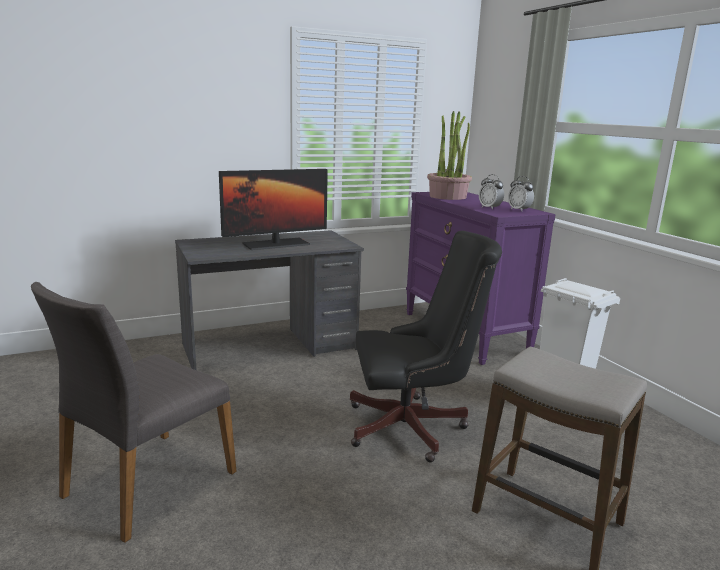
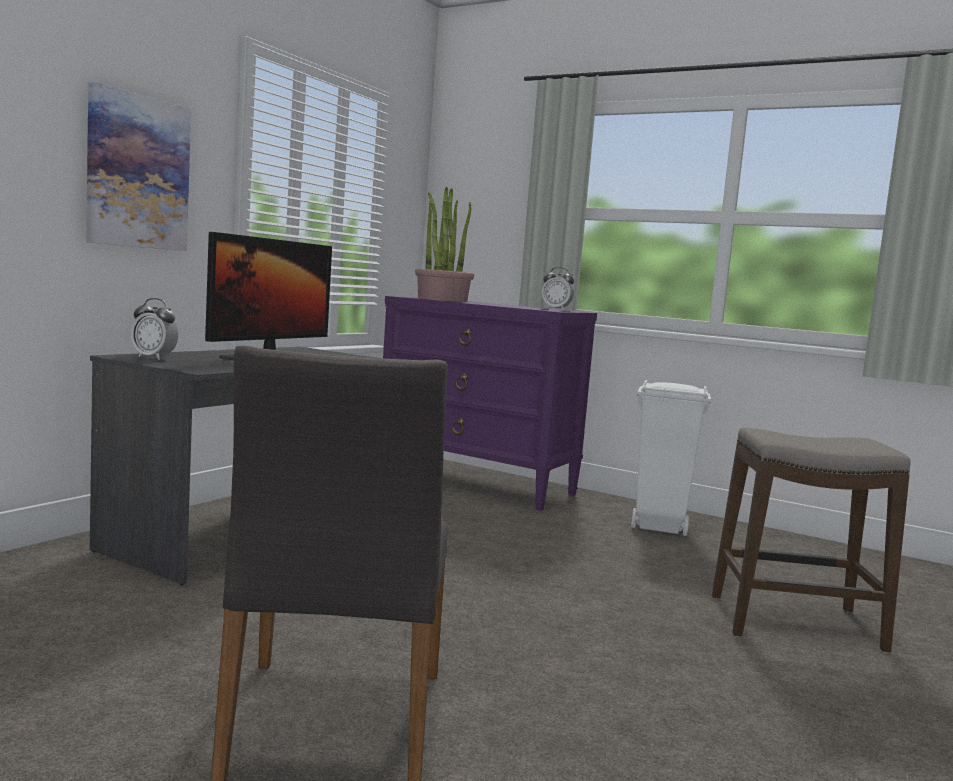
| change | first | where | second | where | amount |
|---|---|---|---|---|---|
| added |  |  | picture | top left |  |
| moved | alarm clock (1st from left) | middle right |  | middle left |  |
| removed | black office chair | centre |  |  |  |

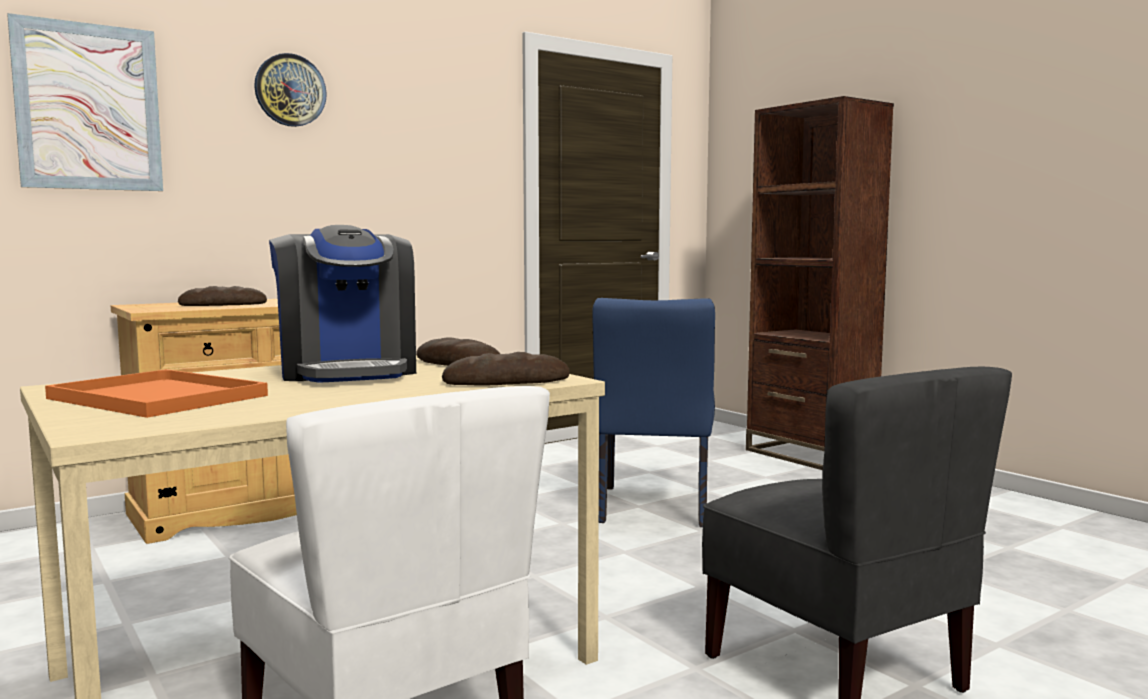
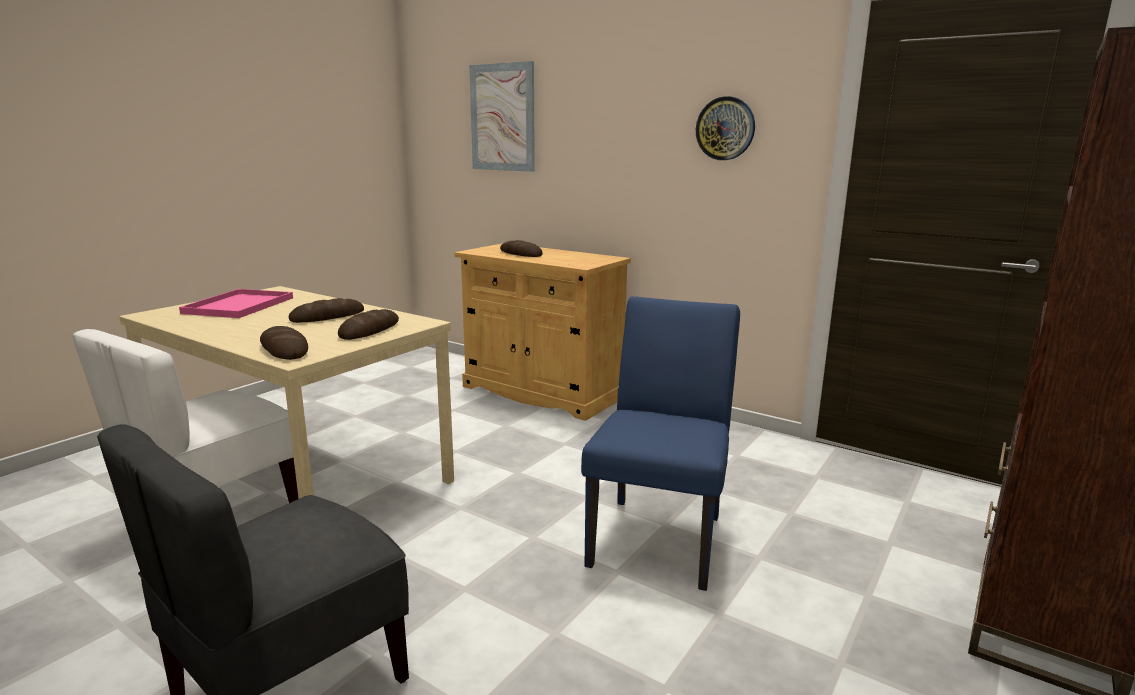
| change | first | where | second | where | amount |
|---|---|---|---|---|---|
| recoloured | orange tray | middle left | pink tray | middle left |  |
| replaced | coffee machine | middle left | bread (2nd from left) | middle left |  |
| turned | blue chair | centre |  | centre | 120 degrees clockwise |
| moved | wall clock | top left |  | top centre |  |

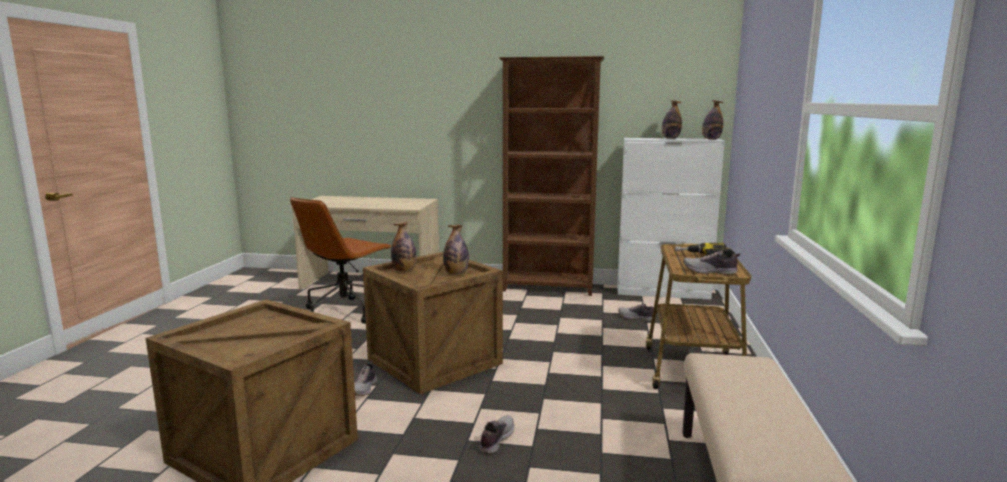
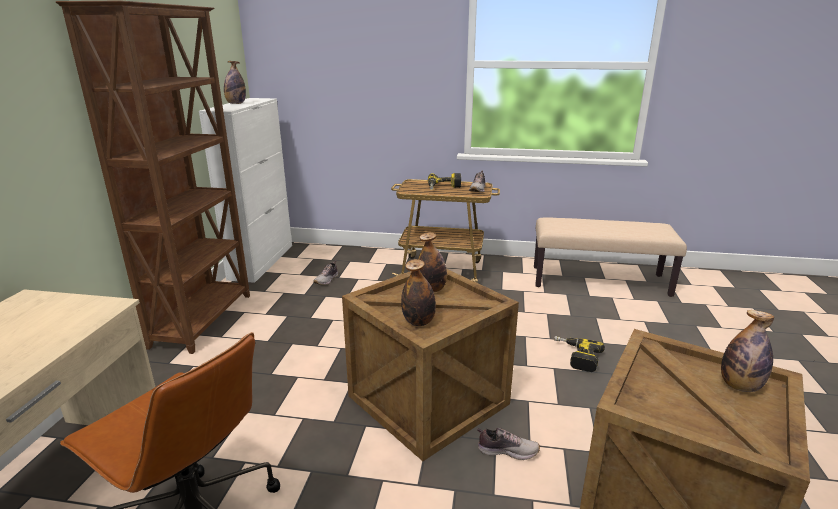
| change | first | where | second | where | amount |
|---|---|---|---|---|---|
| replaced | shoe (2nd from left) | bottom centre | power drill (2nd from left) | bottom right |  |
| moved | bottle (4th from left) | top right |  | bottom right |  |

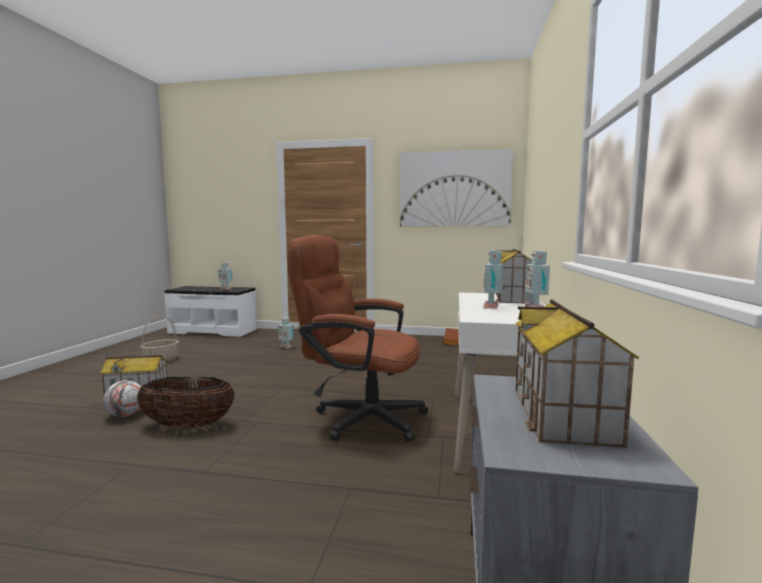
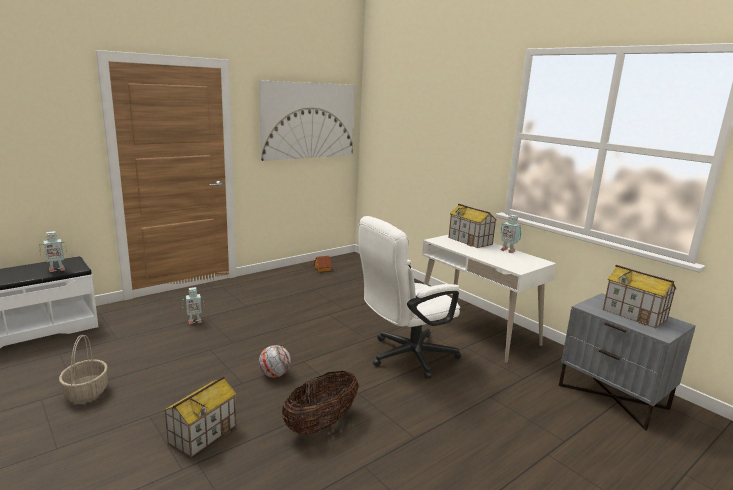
| change | first | where | second | where | amount |
|---|---|---|---|---|---|
| moved | football | bottom left |  | bottom centre |  |
| recoloured | brown office chair | centre | white office chair | centre |  |
| removed | toy robot (3rd from left) | centre |  |  |  |

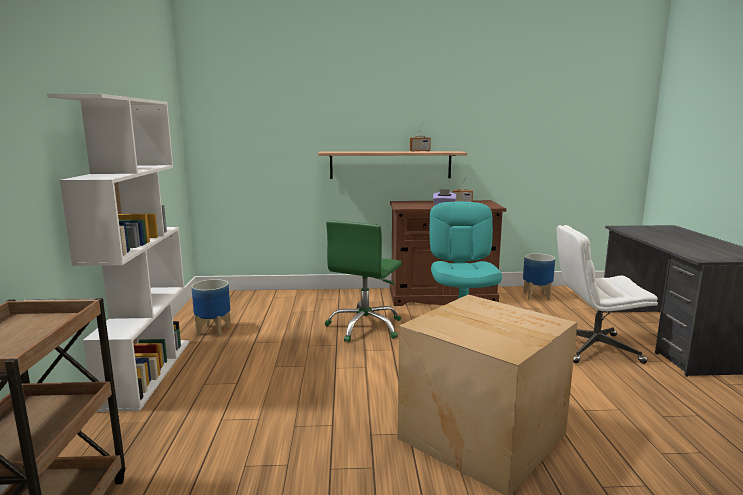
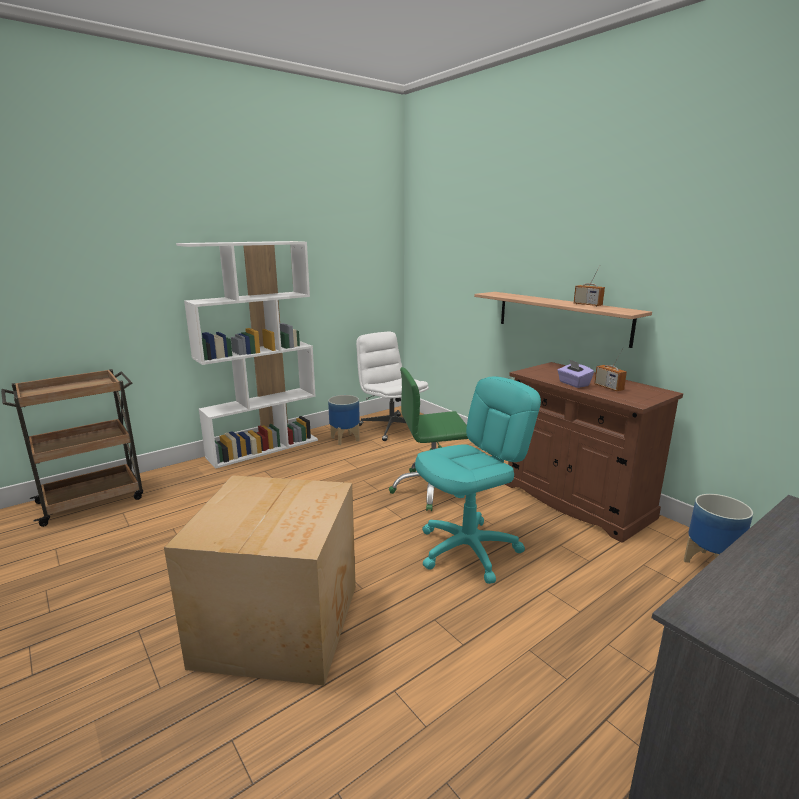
| change | first | where | second | where | amount |
|---|---|---|---|---|---|
| moved | white office chair | middle right |  | centre |  |

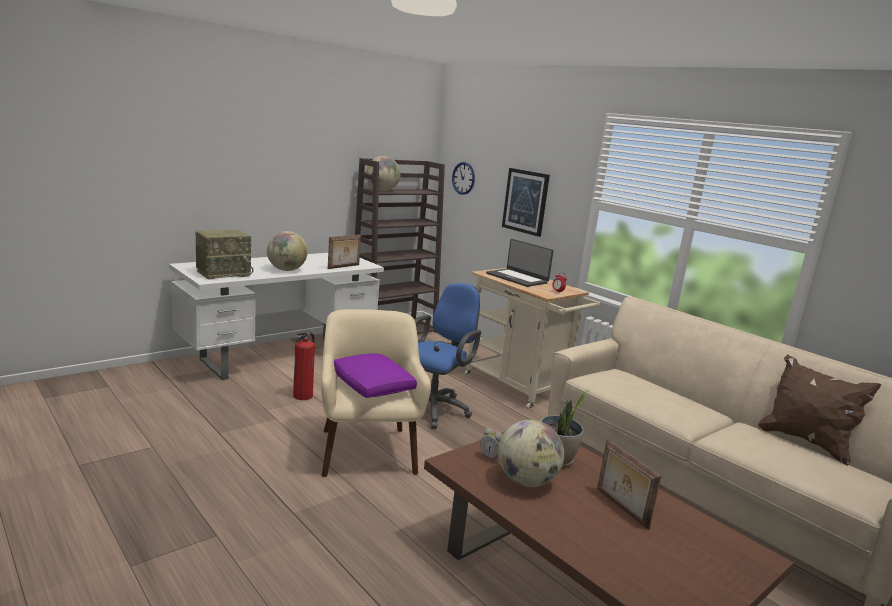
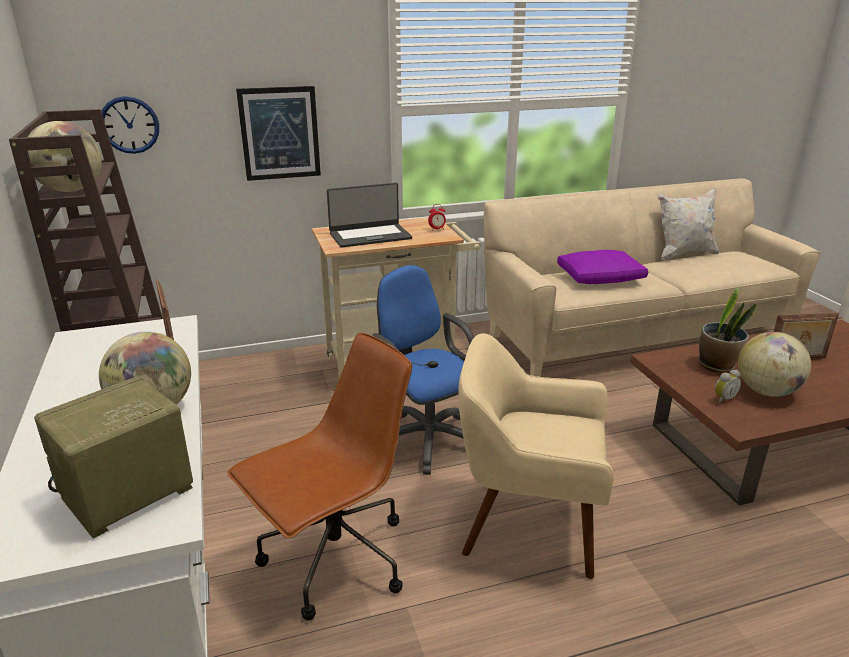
| change | first | where | second | where | amount |
|---|---|---|---|---|---|
| turned | radio | middle left |  | bottom left | 120 degrees counterclockwise |
| replaced | fire extinguisher | centre | brown office chair | bottom centre |  |
| moved | purple pillow | centre |  | middle right |  |
| recoloured | brown pillow | bottom right | white pillow | middle right |  |

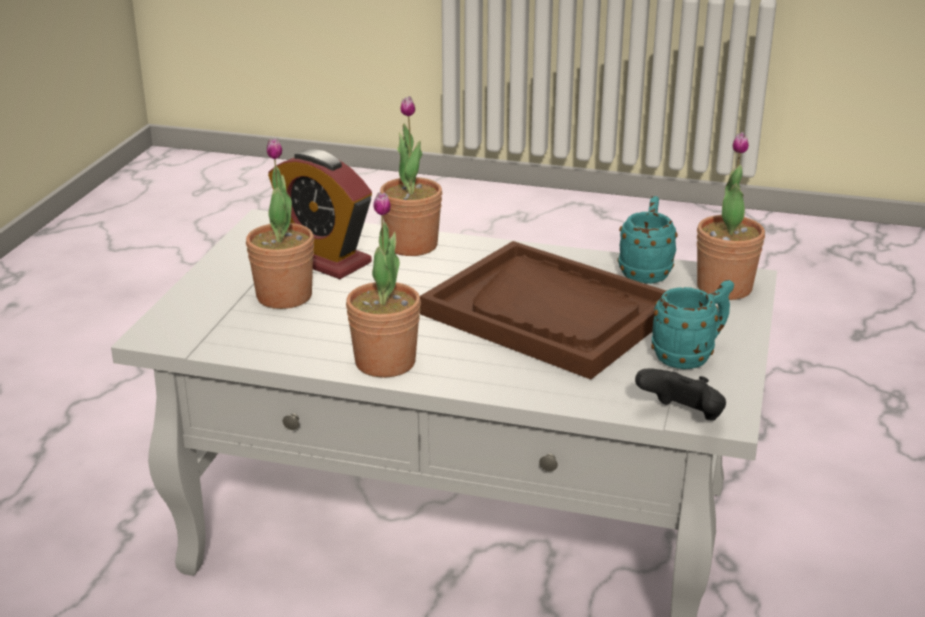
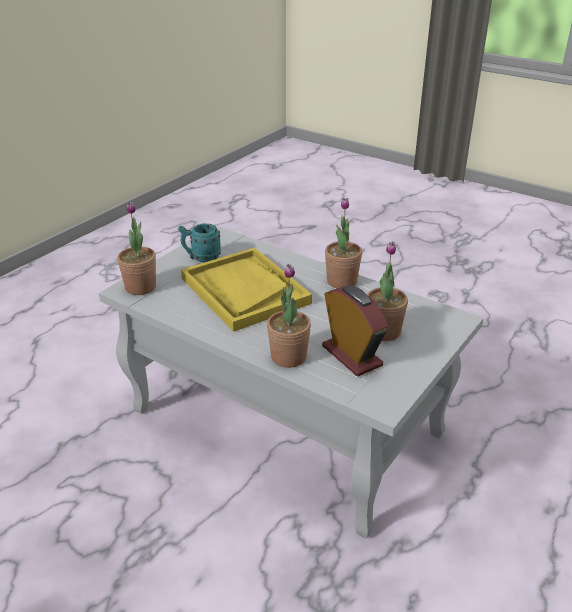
| change | first | where | second | where | amount |
|---|---|---|---|---|---|
| recoloured | brown tray | centre | yellow tray | centre |  |
| removed | turquoise mug (1st from left) | middle right |  |  |  |
| removed | black game controller | middle right |  |  |  |

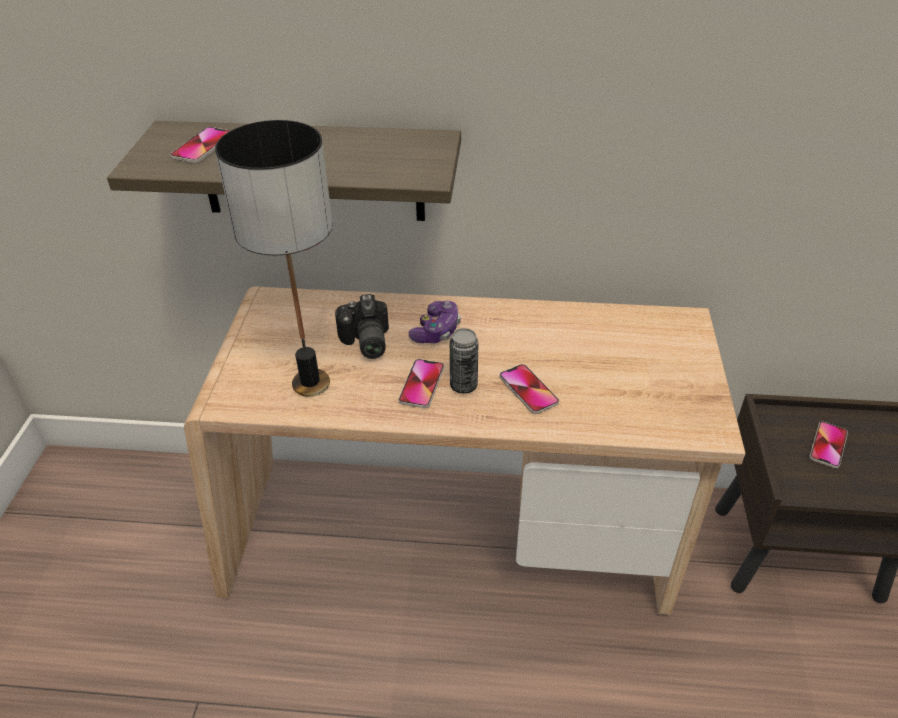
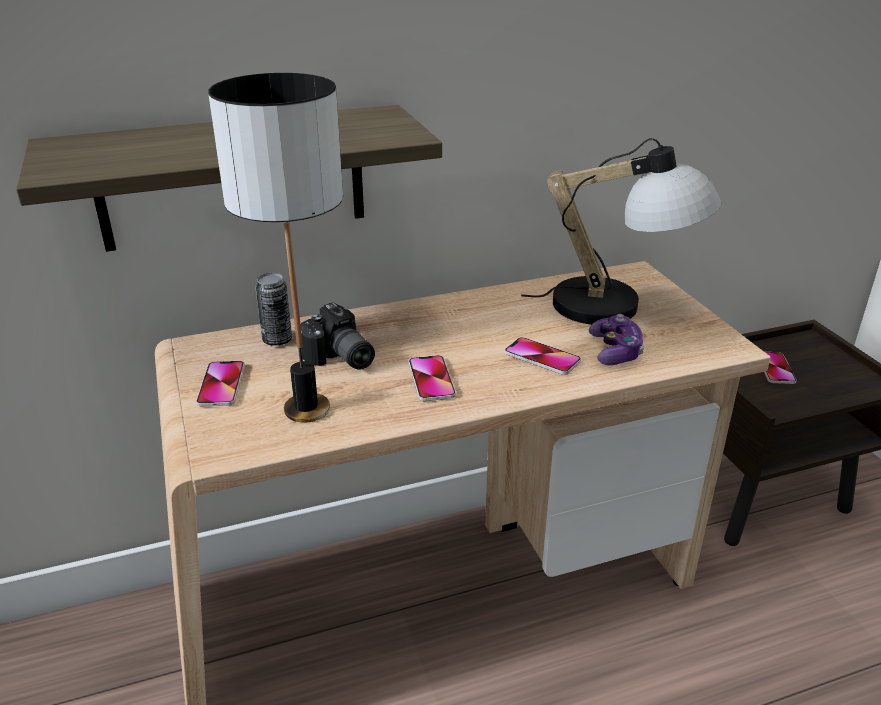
| change | first | where | second | where | amount |
|---|---|---|---|---|---|
| moved | phone (1st from left) | top left |  | middle left |  |
| moved | can | centre |  | middle left |  |
| added |  |  | table lamp (2nd from left) | top right |  |
| moved | game controller | centre |  | middle right |  |

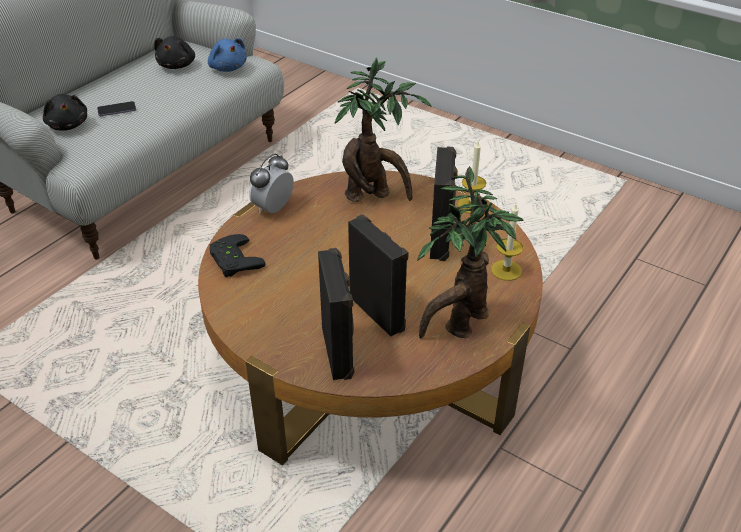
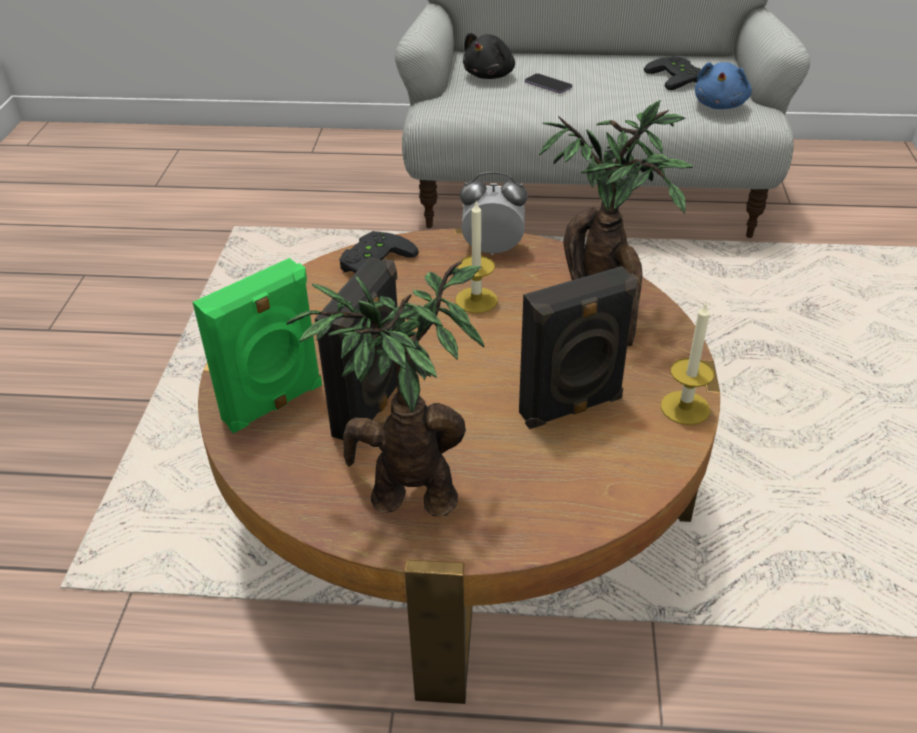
| change | first | where | second | where | amount |
|---|---|---|---|---|---|
| recoloured | black speaker (1st from left) | centre | green speaker | middle left |  |
| moved | candle (2nd from left in the first image) | middle right | candle (1st from left) | centre |  |
| replaced | black plush toy (2nd from left) | top left | black game controller (2nd from left) | top right |  |

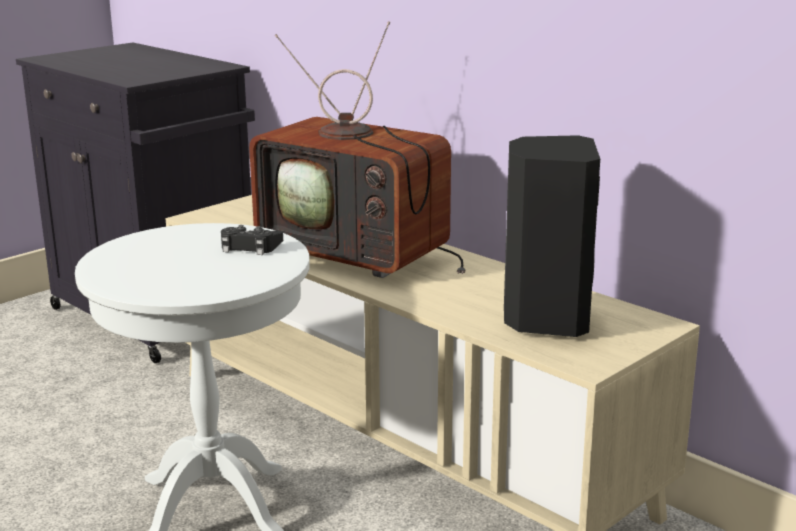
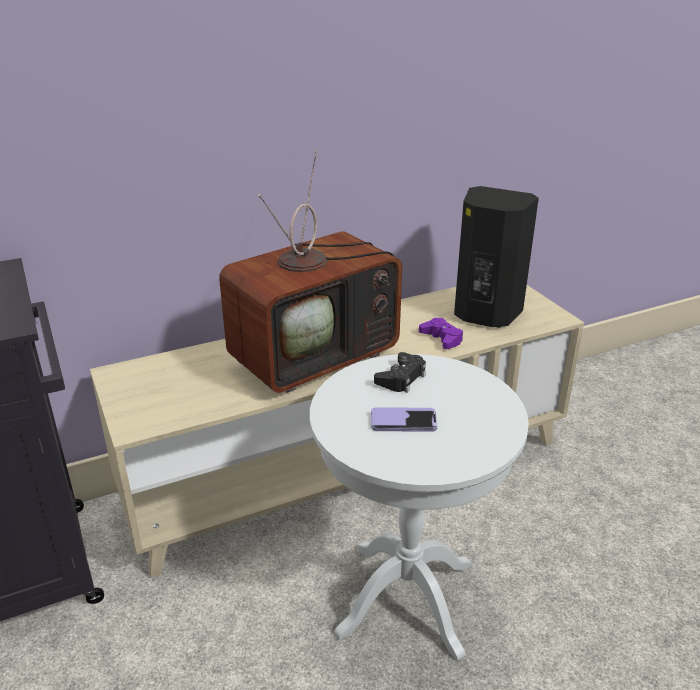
| change | first | where | second | where | amount |
|---|---|---|---|---|---|
| added |  |  | phone | centre |  |
| added |  |  | purple game controller | centre |  |

